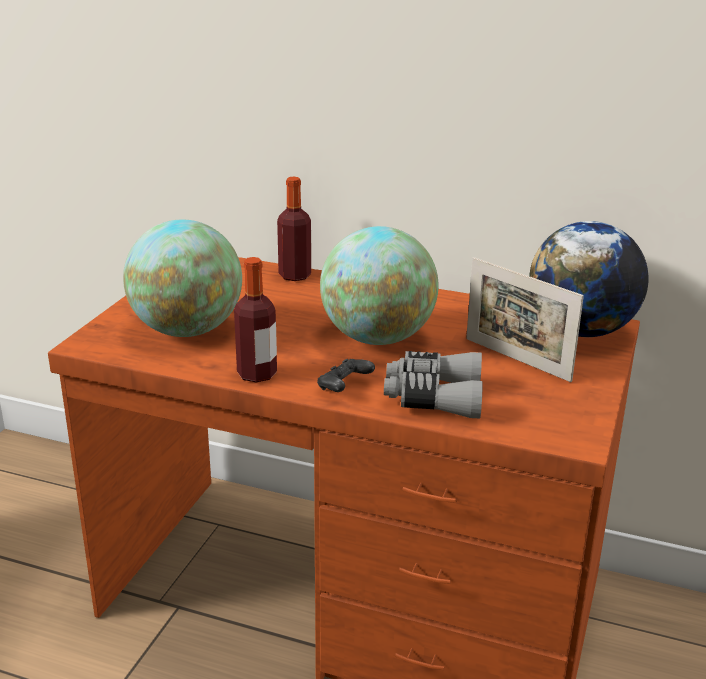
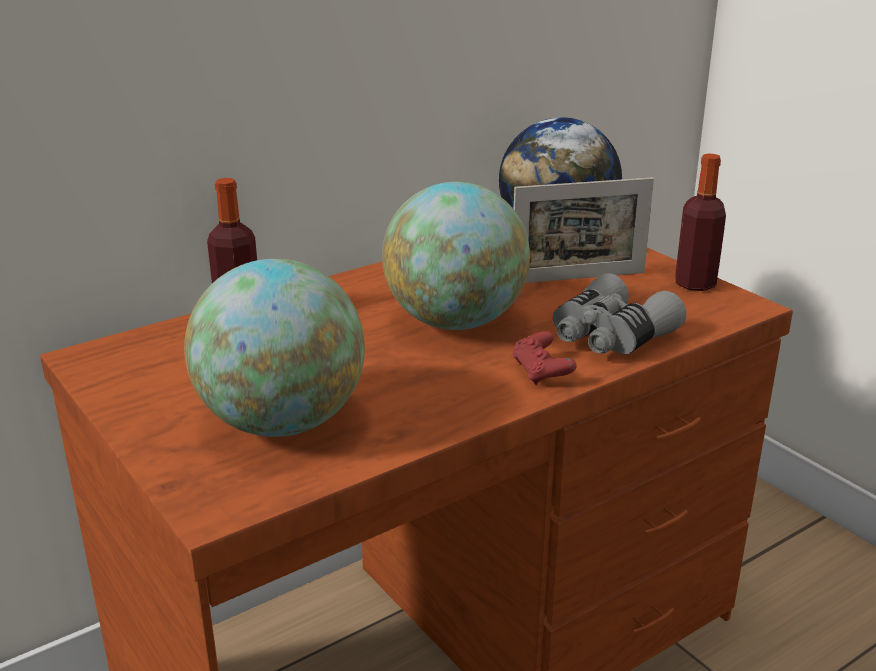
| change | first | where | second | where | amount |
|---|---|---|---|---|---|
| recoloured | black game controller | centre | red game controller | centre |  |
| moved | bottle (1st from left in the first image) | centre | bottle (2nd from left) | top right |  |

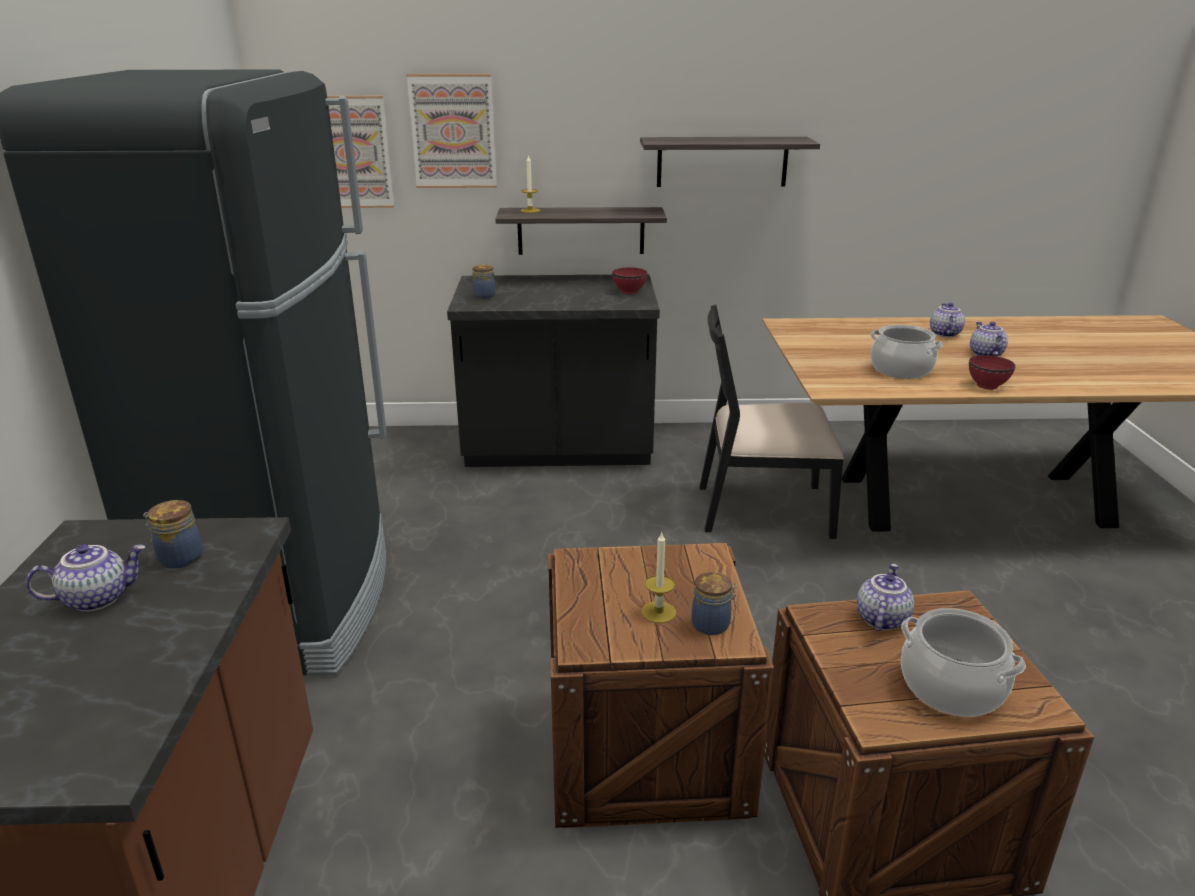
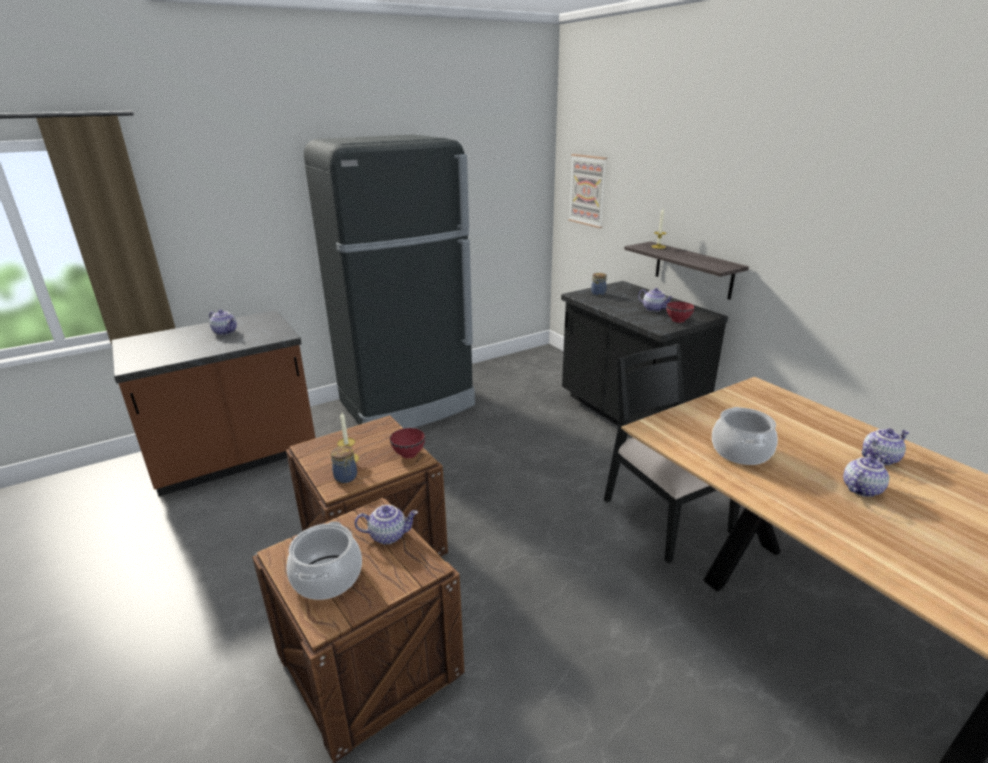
| change | first | where | second | where | amount |
|---|---|---|---|---|---|
| moved | red bowl (2nd from left in the first image) | middle right | red bowl (1st from left) | centre |  |
| added |  |  | teapot (3rd from left) | centre |  |
| removed | jar (1st from left) | middle left |  |  |  |
| removed | picture (2nd from left) | top centre |  |  |  |
| removed | shelf (2nd from left) | top centre |  |  |  |

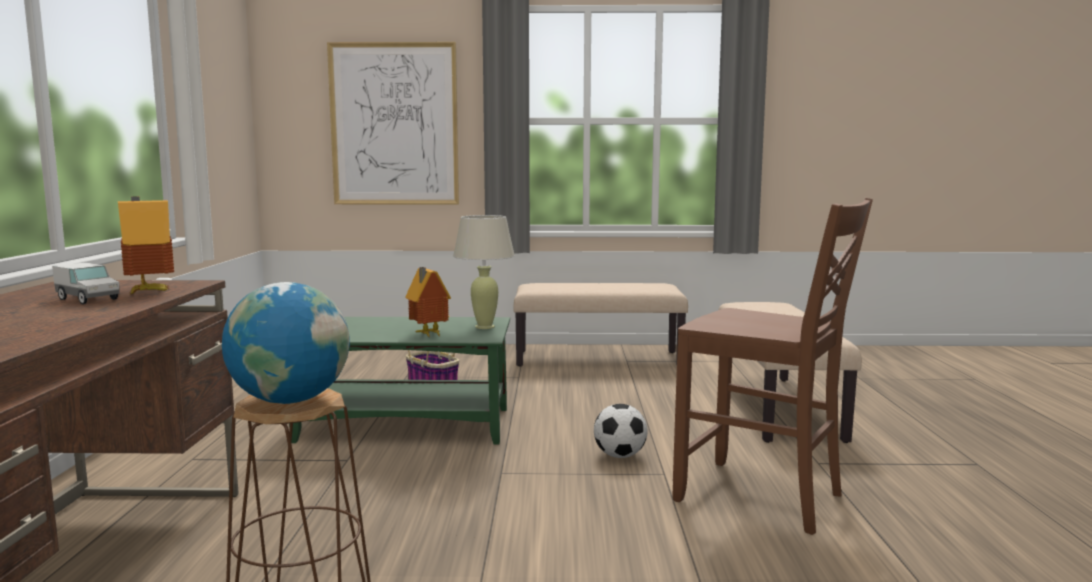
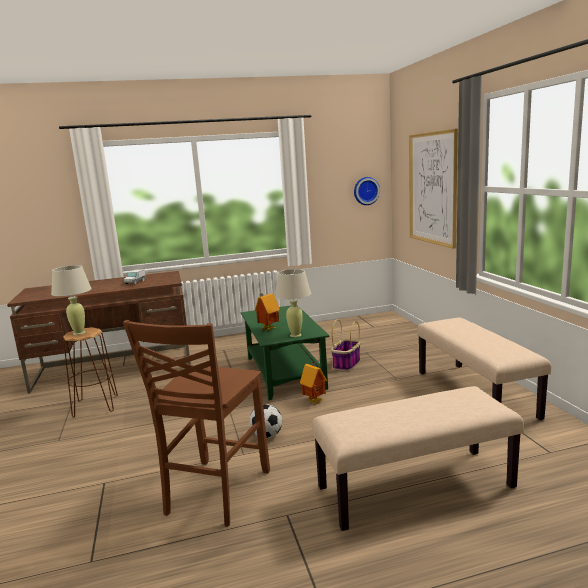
| change | first | where | second | where | amount |
|---|---|---|---|---|---|
| replaced | globe | middle left | beige table lamp (1st from left) | middle left |  |
| moved | toy house (1st from left in the first image) | middle left | toy house (2nd from left) | centre |  |
| added |  |  | wall clock | top centre |  |

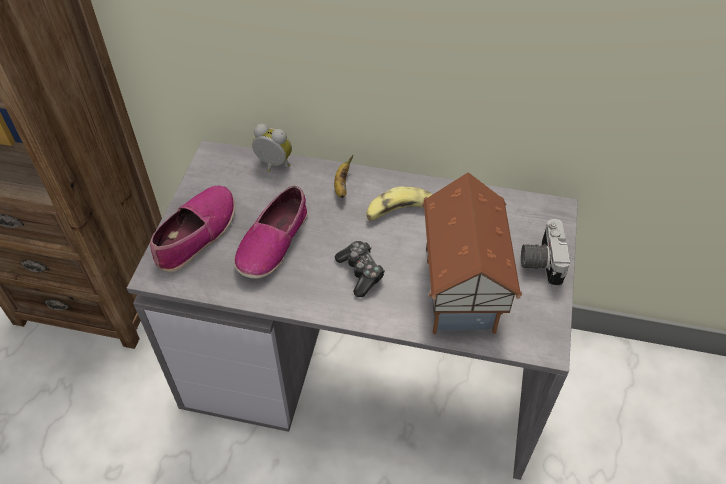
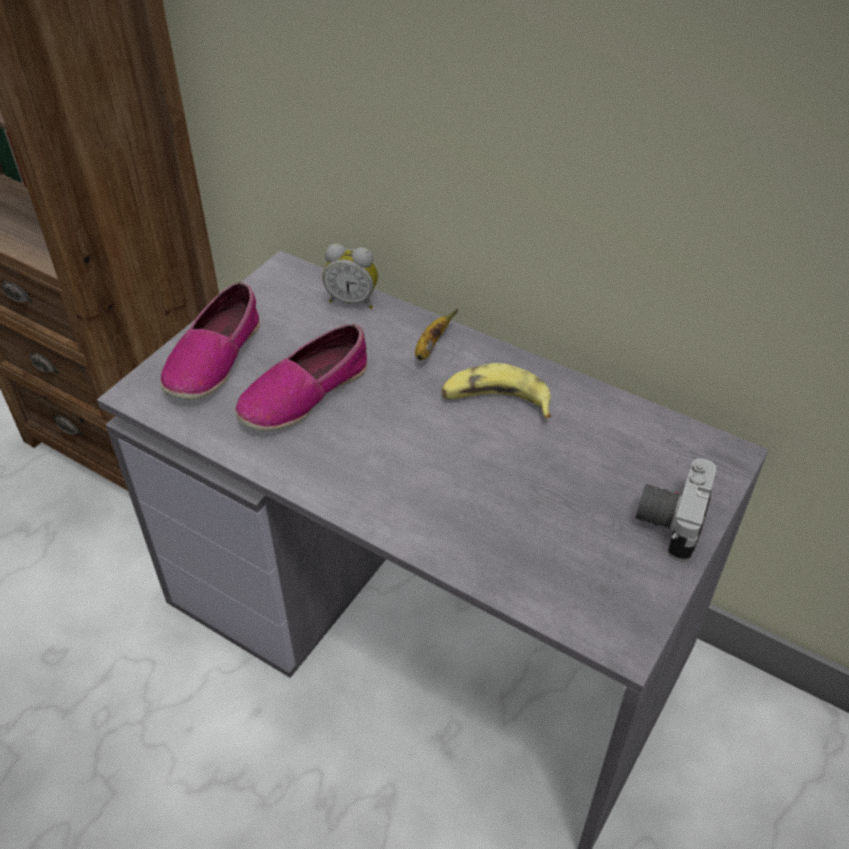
| change | first | where | second | where | amount |
|---|---|---|---|---|---|
| turned | shoe (1st from left) | middle left |  | middle left | 150 degrees clockwise |
| turned | alarm clock | top centre |  | top centre | 150 degrees clockwise |
| removed | game controller | centre |  |  |  |
| removed | toy house | centre |  |  |  |

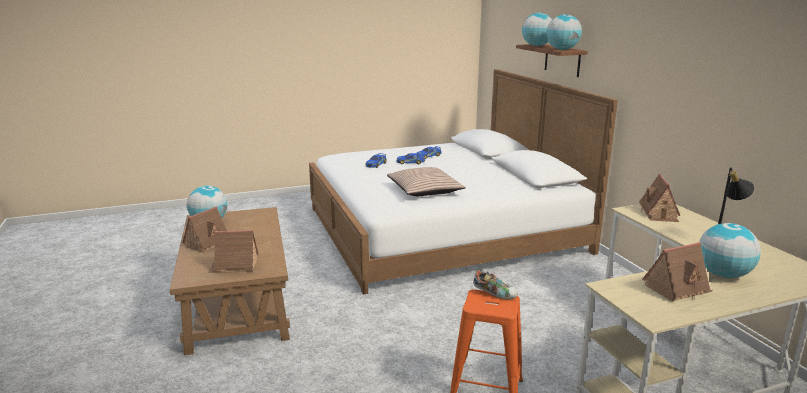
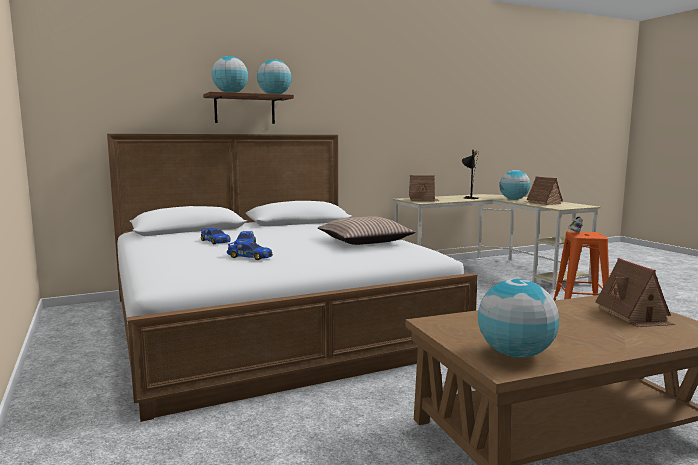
| change | first | where | second | where | amount |
|---|---|---|---|---|---|
| removed | toy house (1st from left) | middle left |  |  |  |

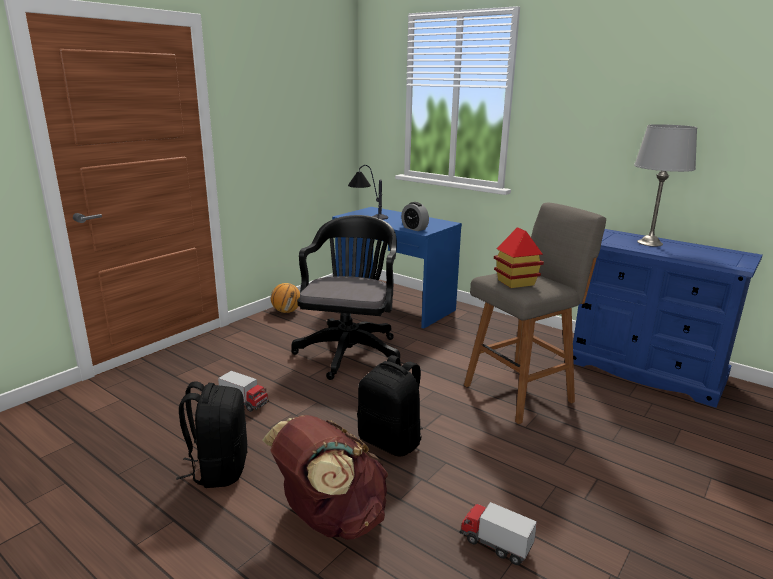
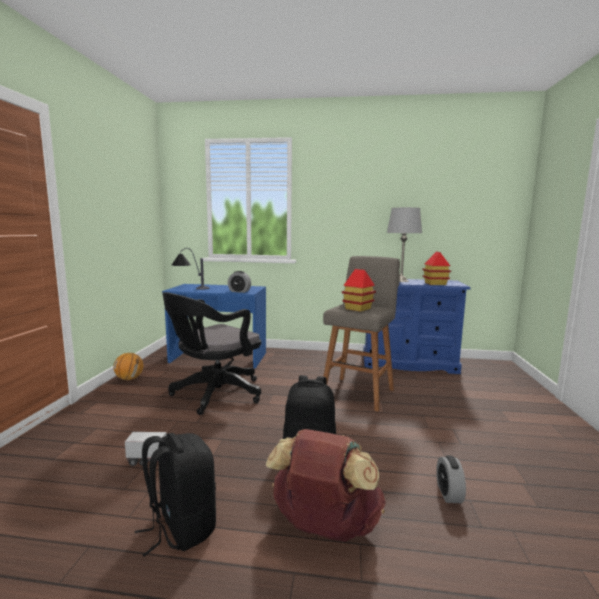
| change | first | where | second | where | amount |
|---|---|---|---|---|---|
| turned | black office chair | centre |  | centre | 120 degrees counterclockwise |
| added |  |  | toy house (2nd from left) | middle right |  |
| replaced | toy truck (2nd from left) | bottom centre | alarm clock (2nd from left) | bottom right |  |

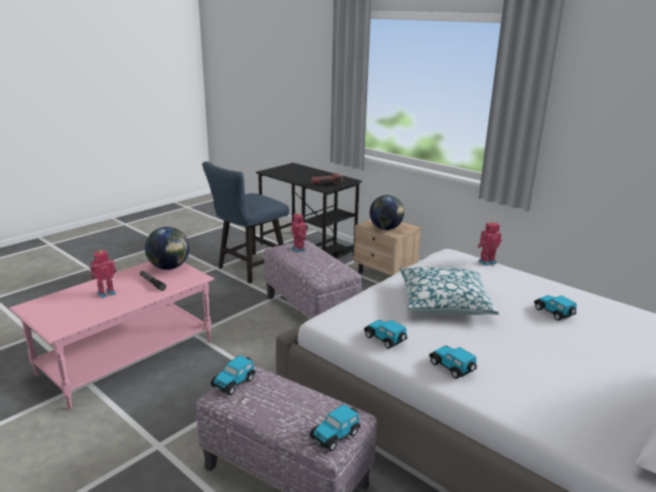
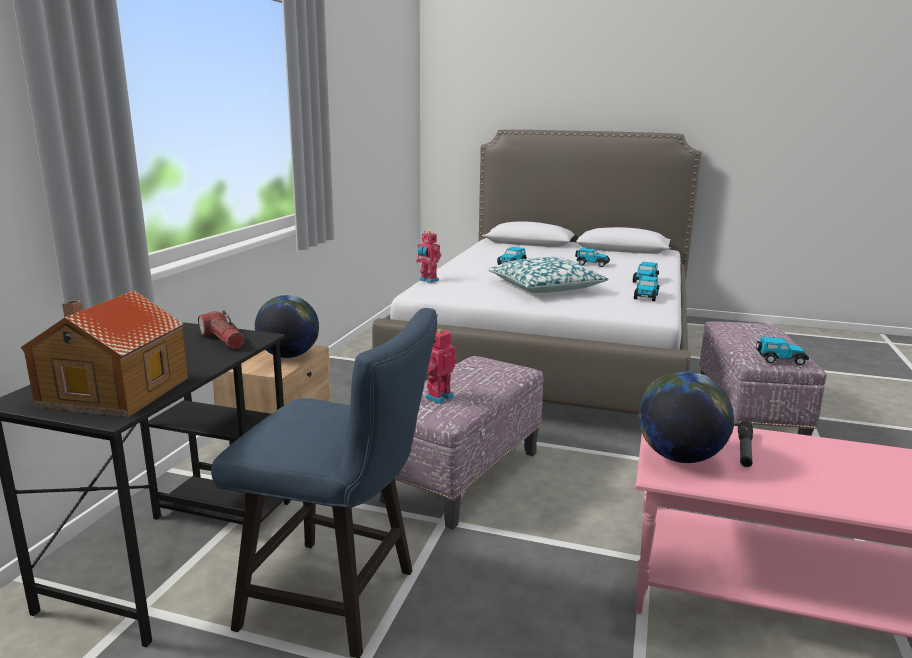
| change | first | where | second | where | amount |
|---|---|---|---|---|---|
| added |  |  | toy house | middle left |  |
| moved | toy car (2nd from left) | bottom centre |  | centre |  |
| removed | toy robot (1st from left) | middle left |  |  |  |

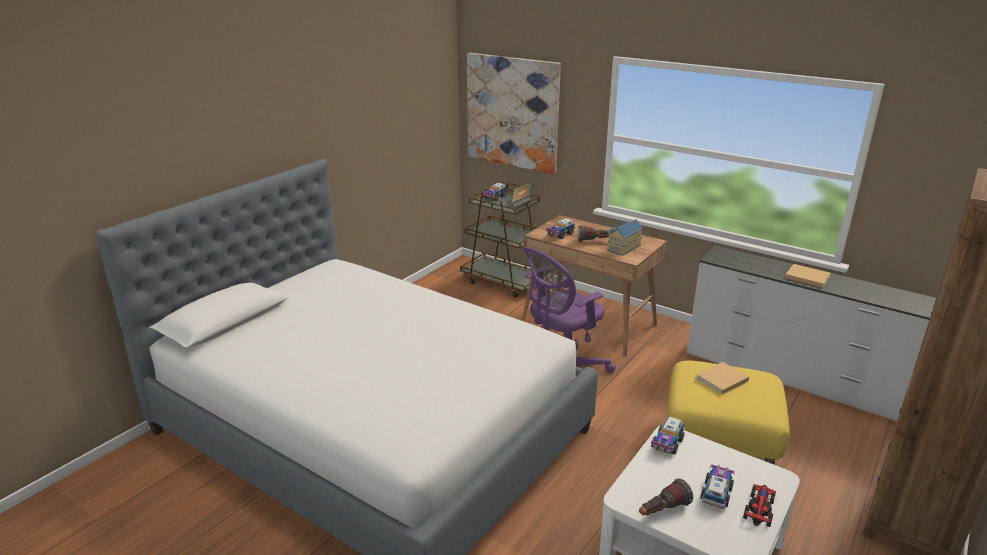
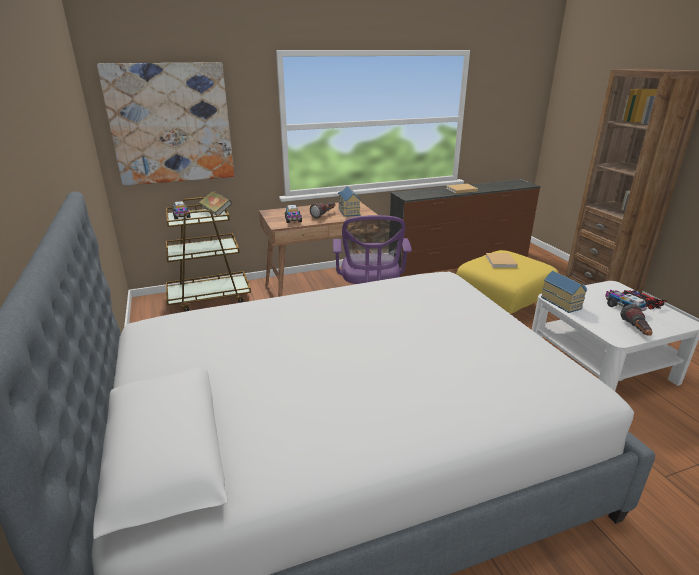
| change | first | where | second | where | amount |
|---|---|---|---|---|---|
| recoloured | white dresser | middle right | brown dresser | centre |  |
| replaced | toy truck (3rd from left) | bottom right | toy house (2nd from left) | middle right |  |

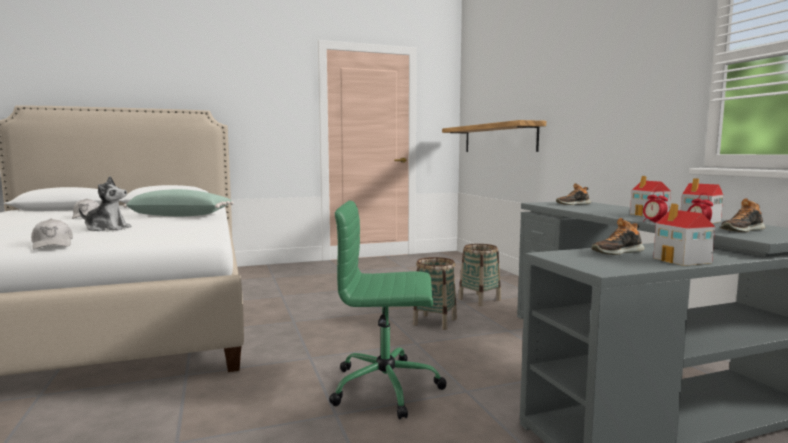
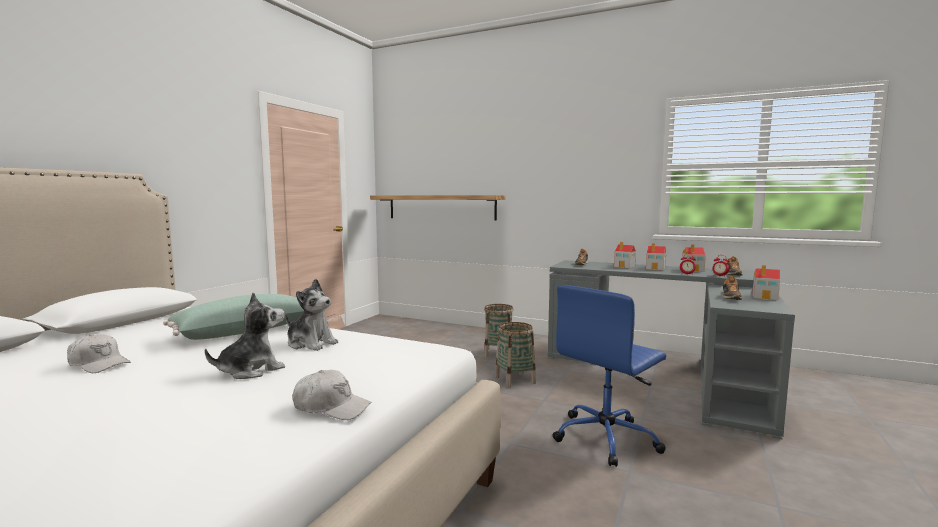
| change | first | where | second | where | amount |
|---|---|---|---|---|---|
| added |  |  | plush toy (2nd from left) | middle left |  |
| recoloured | green office chair | bottom centre | blue office chair | bottom centre |  |
| added |  |  | toy house (1st from left) | centre |  |

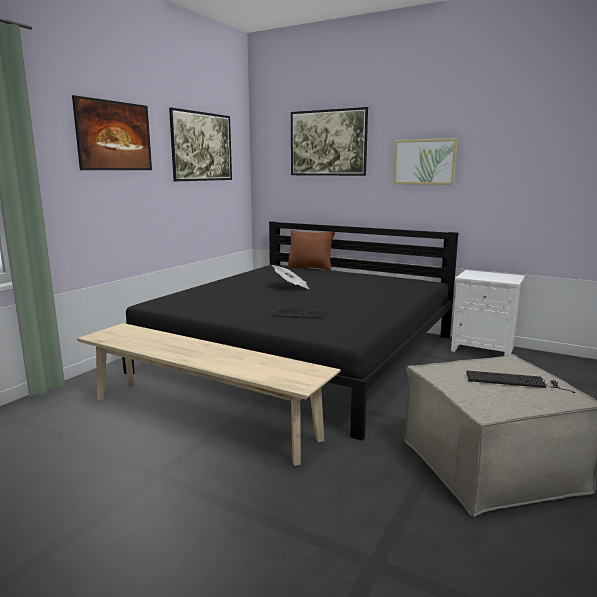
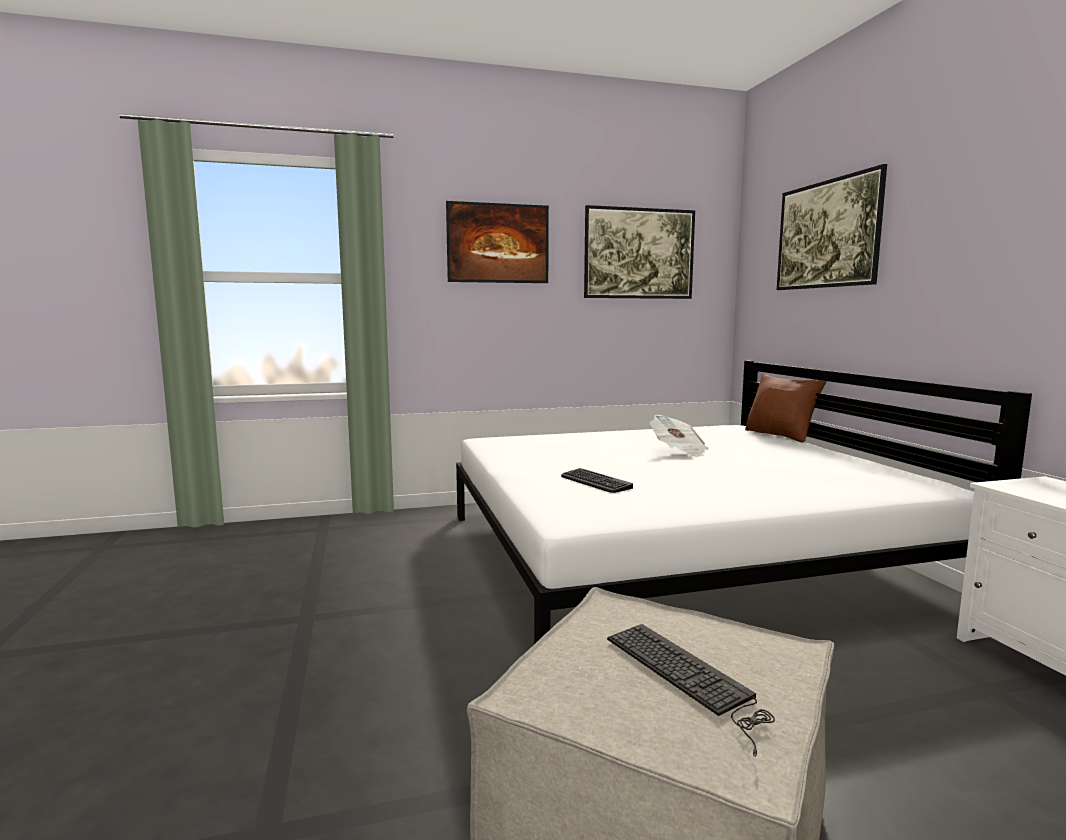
| change | first | where | second | where | amount |
|---|---|---|---|---|---|
| recoloured | black bed | centre | white bed | middle right |  |
| removed | beige bench | centre |  |  |  |
| removed | picture (4th from left) | top right |  |  |  |

